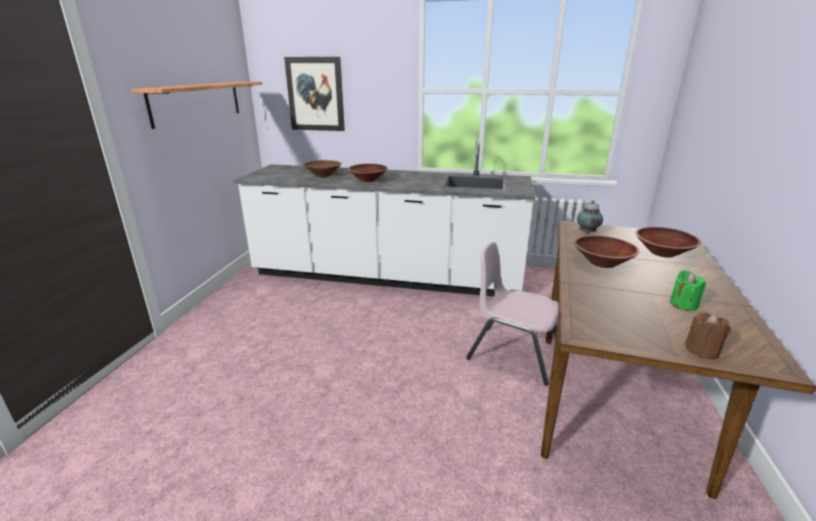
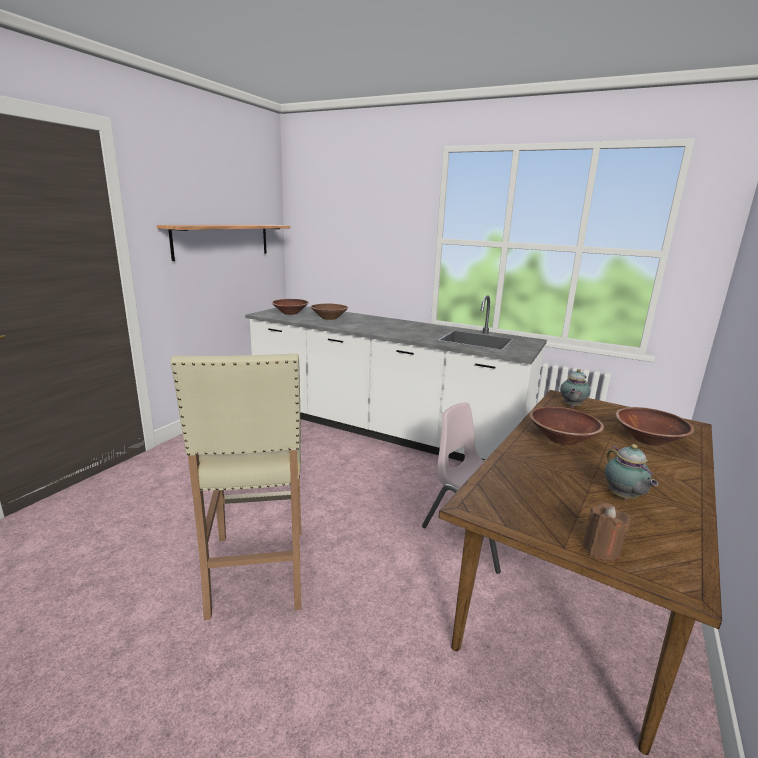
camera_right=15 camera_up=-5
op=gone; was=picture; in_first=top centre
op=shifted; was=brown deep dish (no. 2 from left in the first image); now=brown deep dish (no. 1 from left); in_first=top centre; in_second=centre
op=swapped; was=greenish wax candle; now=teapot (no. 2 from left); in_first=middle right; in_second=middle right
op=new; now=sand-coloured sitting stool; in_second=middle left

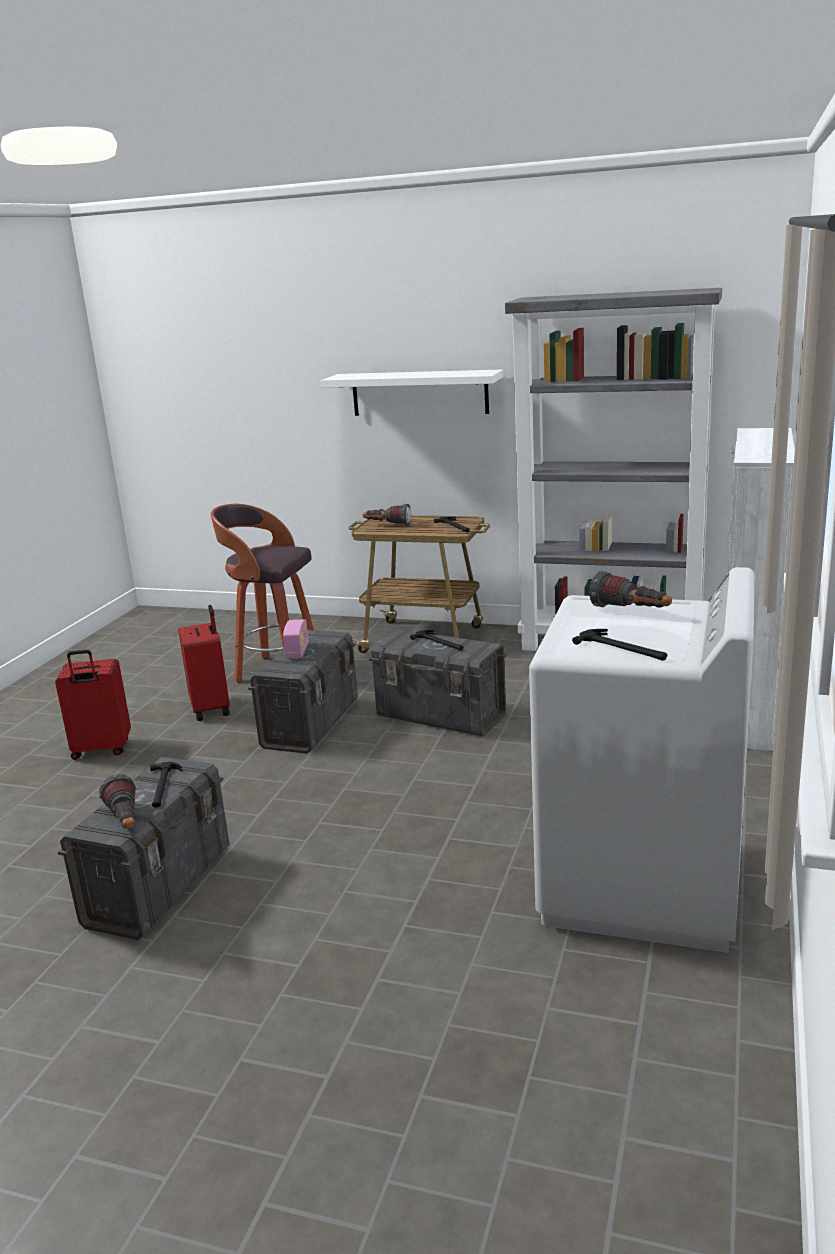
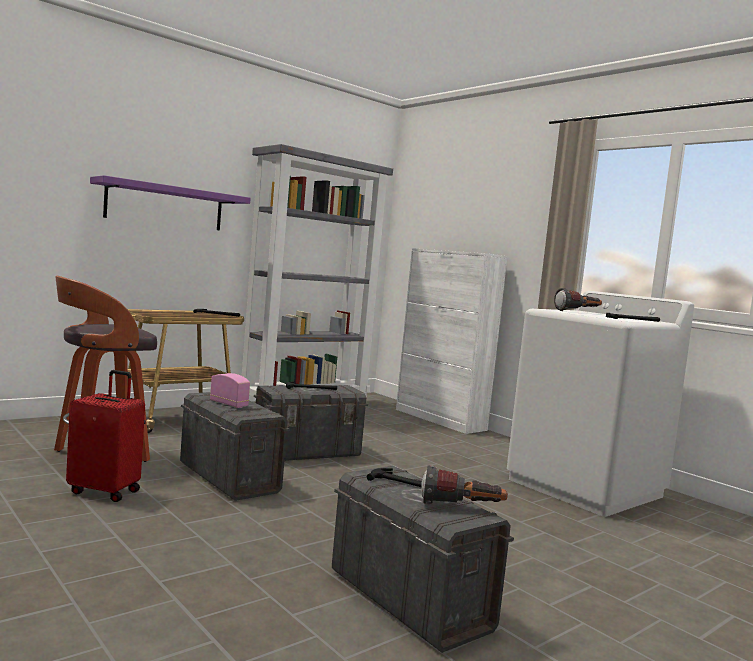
camera_right=-60 camera_up=-15
op=gone; was=reddish suitcase (no. 1 from left); in_first=middle left
op=repainted; was=white shelf; now=purple shelf; in_first=top centre; in_second=top left
op=gone; was=flashlight (no. 2 from left); in_first=centre

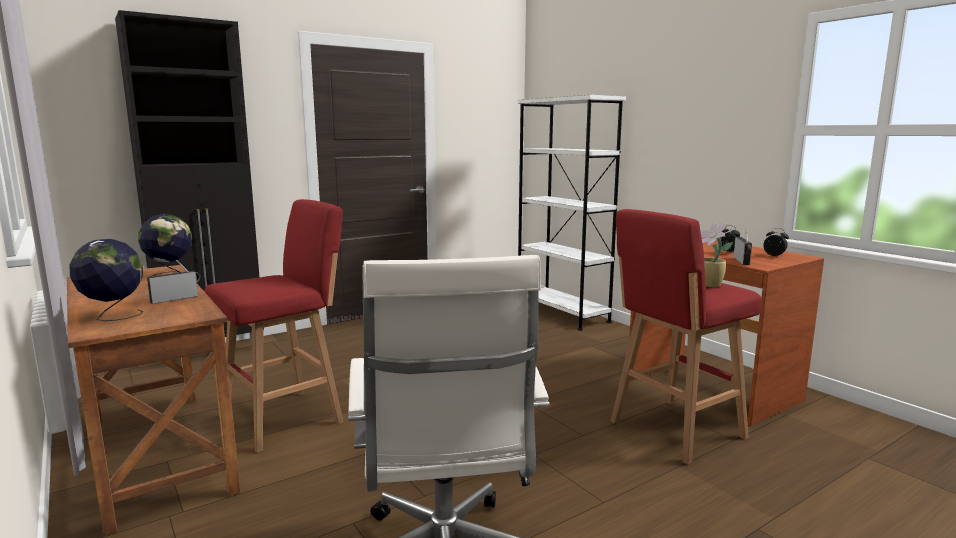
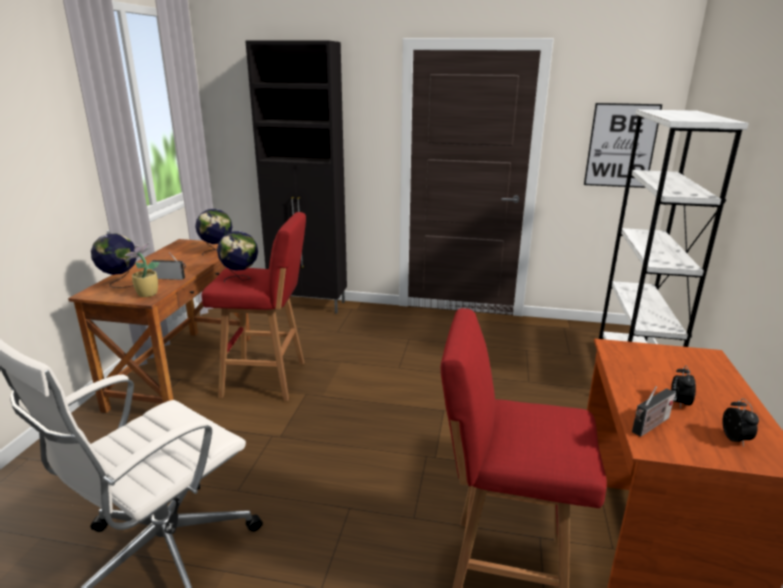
camera_right=45 camera_up=10
op=shifted; was=plant in a pot; in_first=middle right; in_second=middle left
op=new; now=globe (no. 3 from left); in_second=middle left
op=new; now=picture; in_second=top right

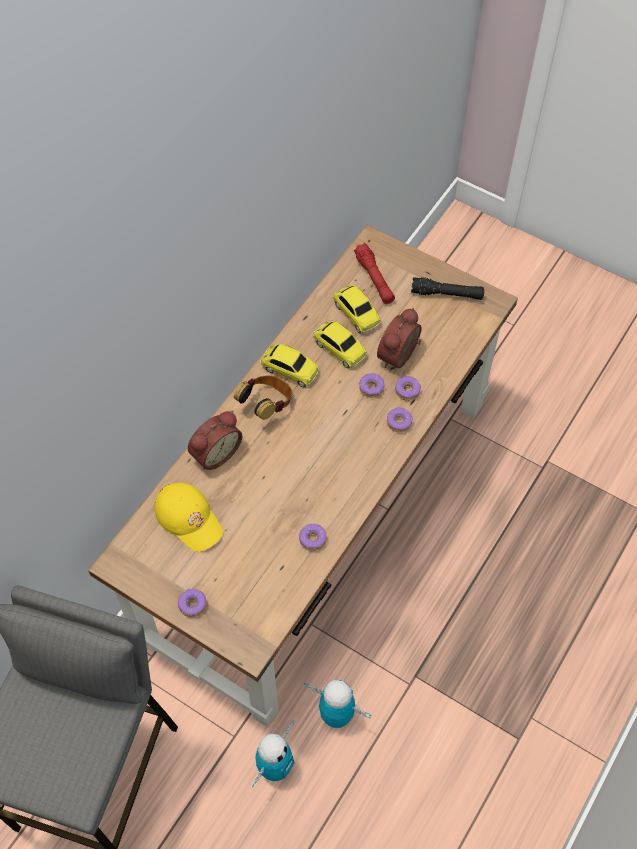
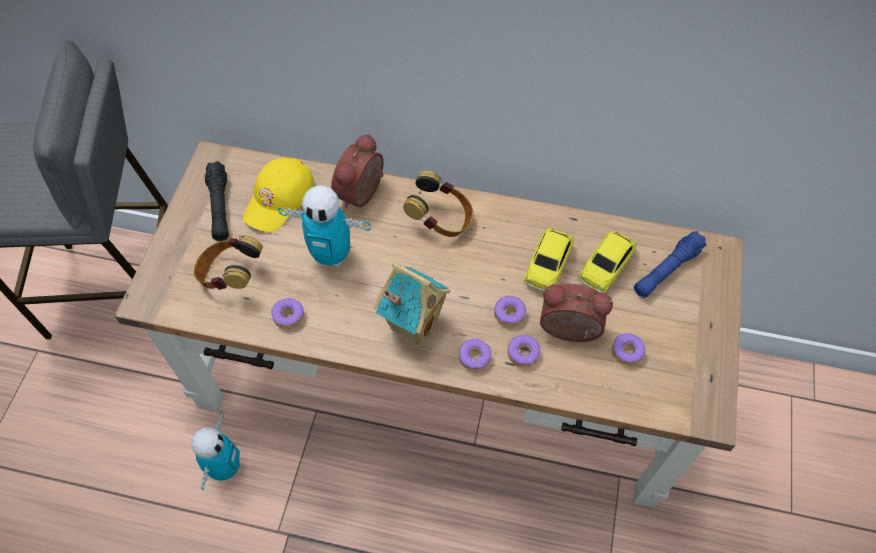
camera_right=70 camera_up=0
op=shifted; was=donut (no. 1 from left in the first image); now=donut (no. 5 from left); in_first=bottom left; in_second=middle right
op=rotated; was=bedside clock (no. 1 from left); in_first=centre; in_second=top centre; clockwise=90
op=shifted; was=robot figure (no. 1 from left in the first image); now=robot figure (no. 2 from left); in_first=bottom centre; in_second=centre
op=gone; was=toy car (no. 1 from left); in_first=centre
op=repainted; was=reddish flashlight; now=bluish flashlight; in_first=top centre; in_second=middle right
op=shifted; was=blackish flashlight; in_first=middle right; in_second=middle left
op=new; now=pair of headphones (no. 1 from left); in_second=middle left
op=new; now=toy house; in_second=centre

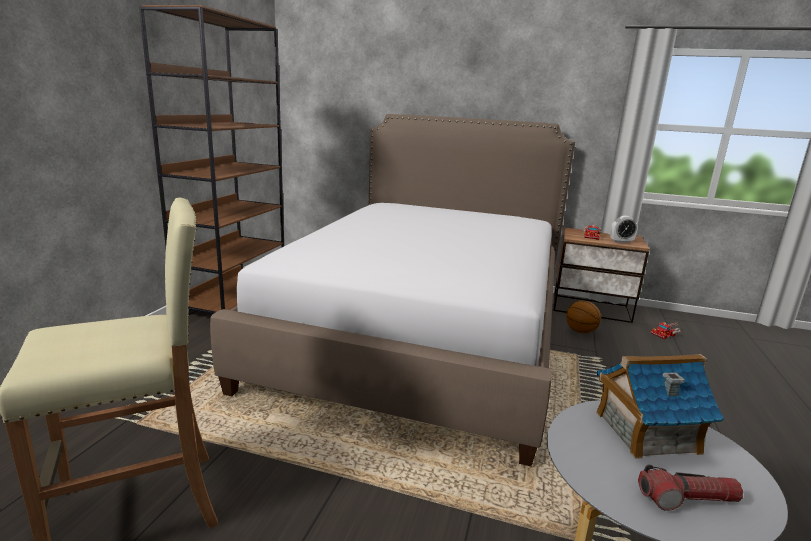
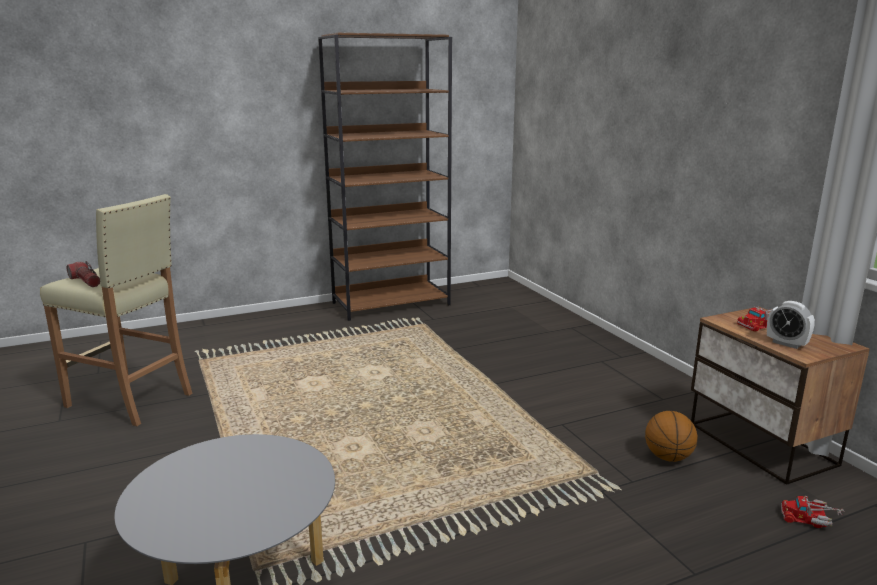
camera_right=50 camera_up=0
op=gone; was=sleeping bed; in_first=centre
op=gone; was=toy house; in_first=bottom right
op=shifted; was=flashlight; in_first=bottom right; in_second=middle left

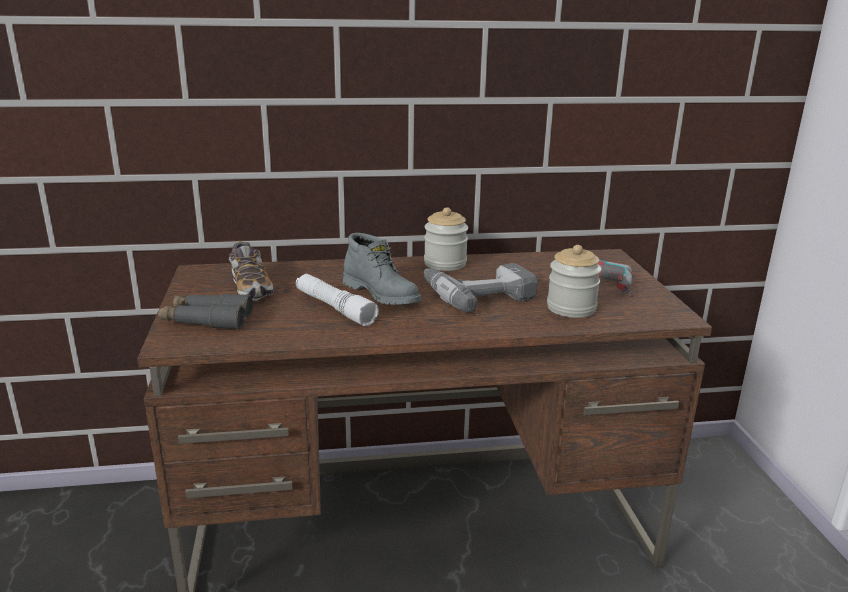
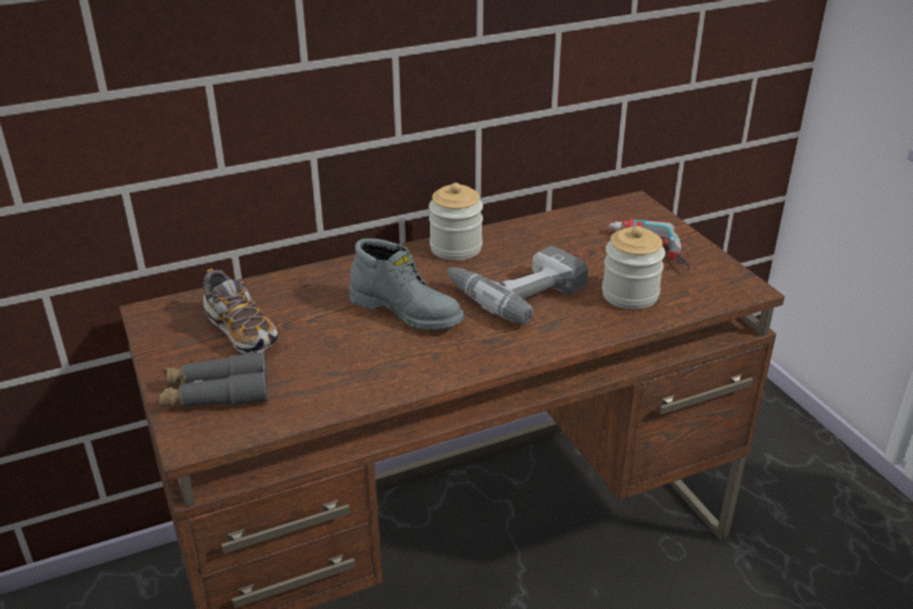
camera_right=-15 camera_up=10
op=gone; was=white flashlight; in_first=centre

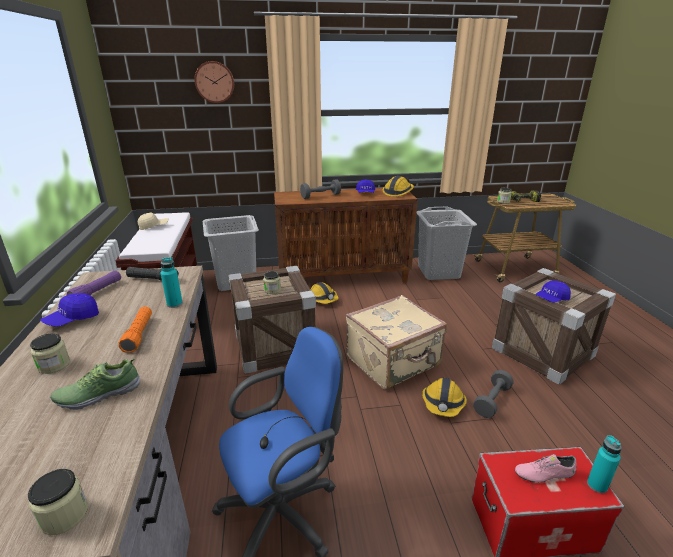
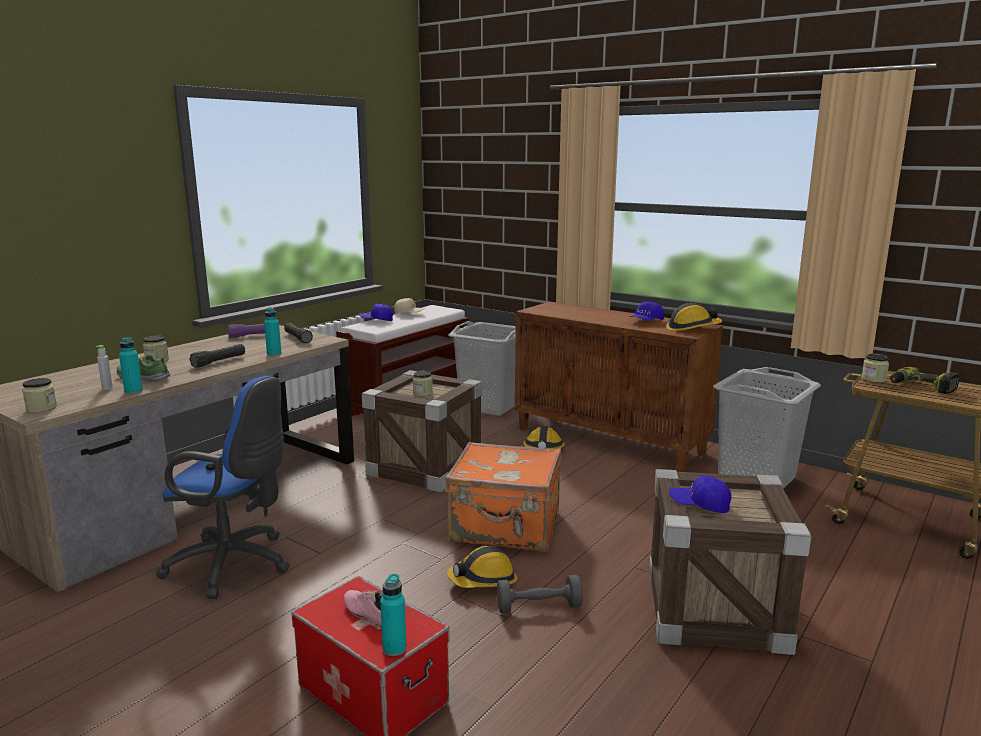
camera_right=45 camera_up=-10
op=shifted; was=bluish cap (no. 1 from left); in_first=middle left; in_second=centre
op=repainted; was=orange flashlight; now=blackish flashlight (no. 1 from left); in_first=middle left; in_second=middle left
op=gone; was=wall clock; in_first=top left
op=gone; was=greyish hand weight (no. 1 from left); in_first=centre
op=repainted; was=sand-coloured suitcase; now=orange suitcase; in_first=centre; in_second=bottom centre
op=new; now=greyish drink bottle; in_second=middle left
op=new; now=turquoise drink bottle (no. 1 from left); in_second=middle left

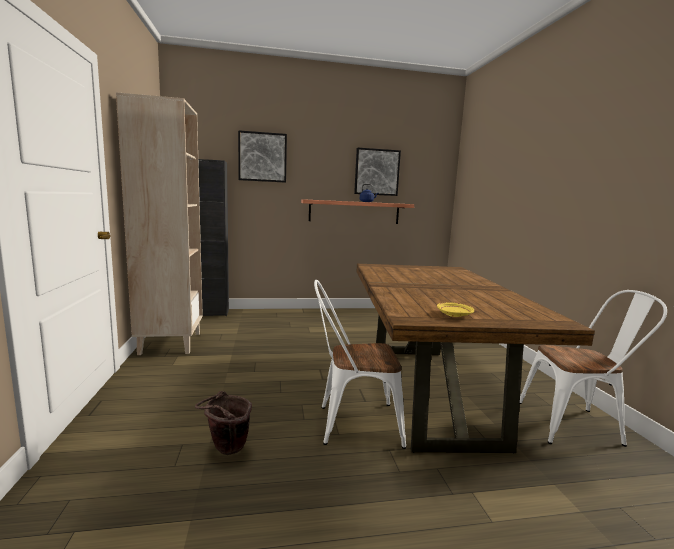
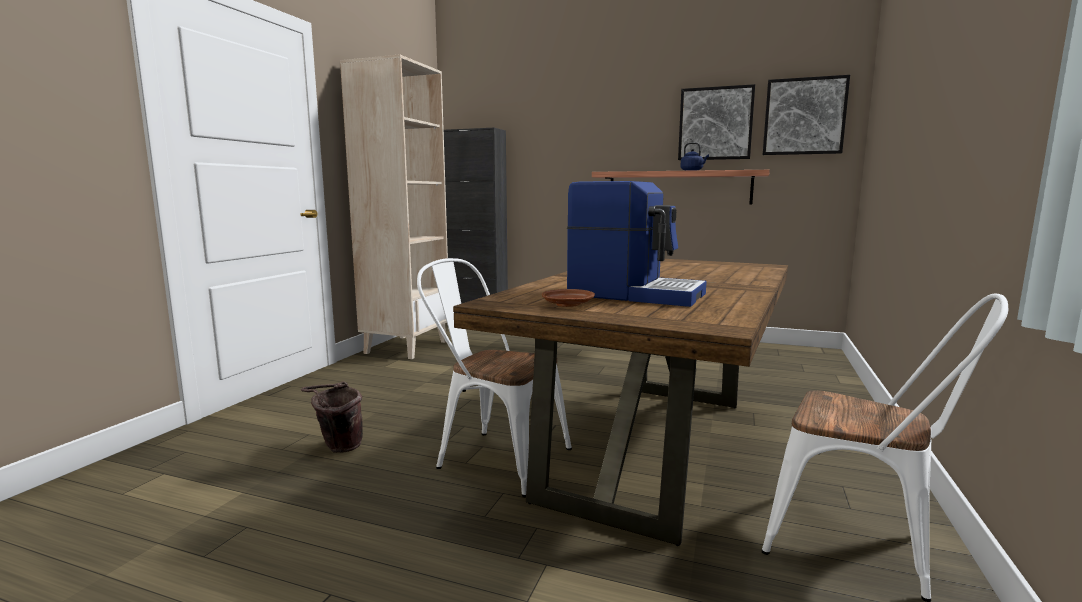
camera_right=30 camera_up=0
op=shifted; was=picture (no. 1 from left in the first image); now=picture (no. 2 from left); in_first=top centre; in_second=top right
op=repainted; was=yellow plate; now=brown plate; in_first=middle right; in_second=centre
op=new; now=coffee brewer; in_second=centre

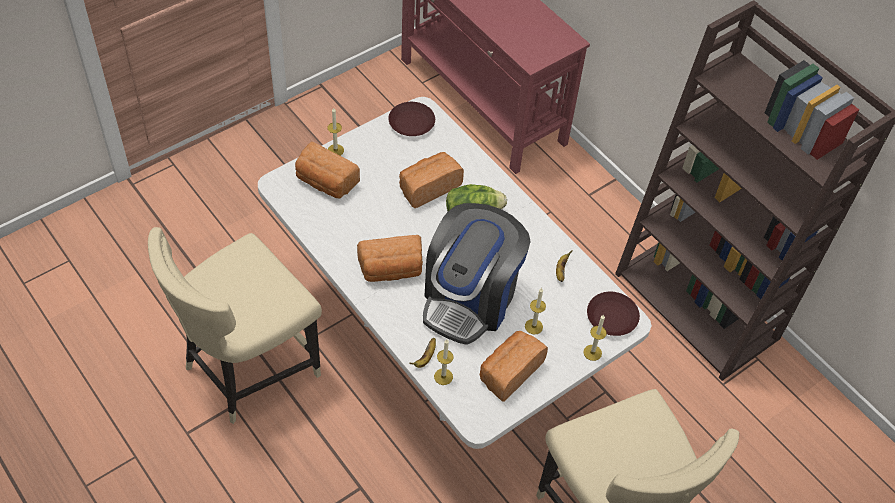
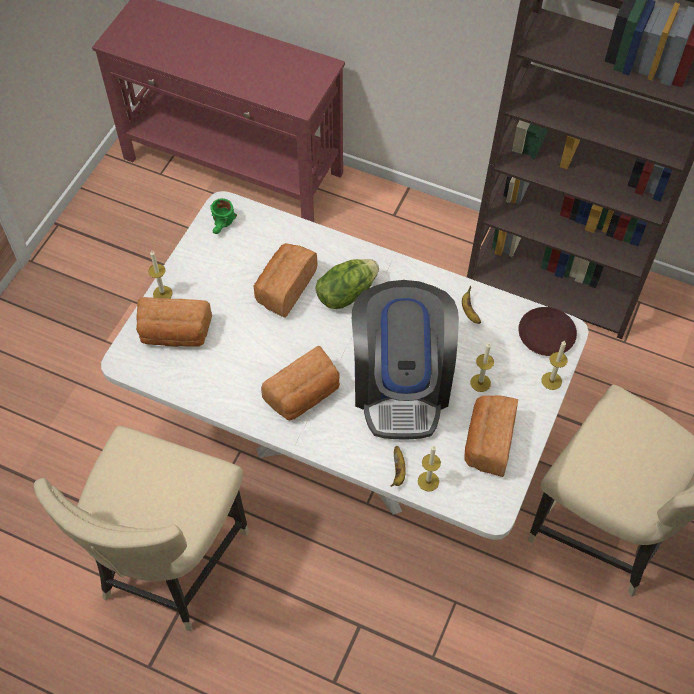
camera_right=-25 camera_up=5
op=swapped; was=brown plate (no. 1 from left); now=greenish coffee mug; in_first=top centre; in_second=top left

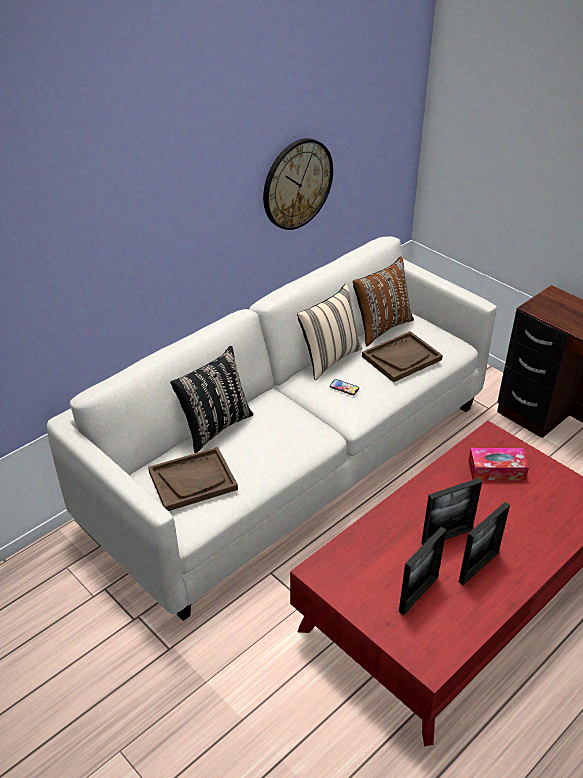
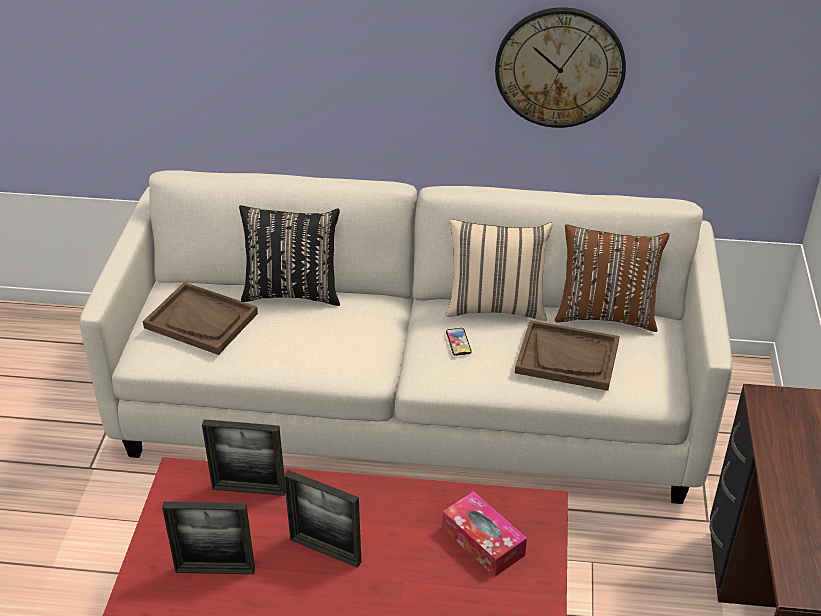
camera_right=50 camera_up=0
op=shifted; was=standing frame (no. 3 from left in the first image); now=standing frame (no. 2 from left); in_first=bottom right; in_second=bottom left

